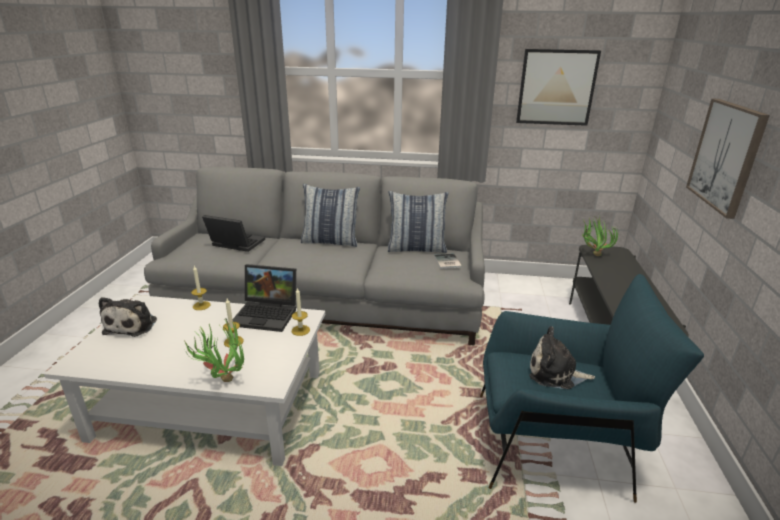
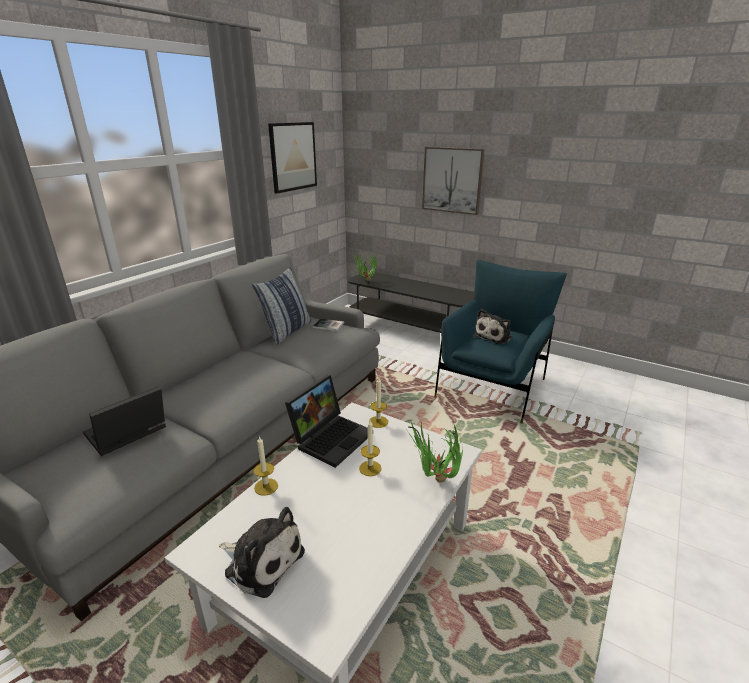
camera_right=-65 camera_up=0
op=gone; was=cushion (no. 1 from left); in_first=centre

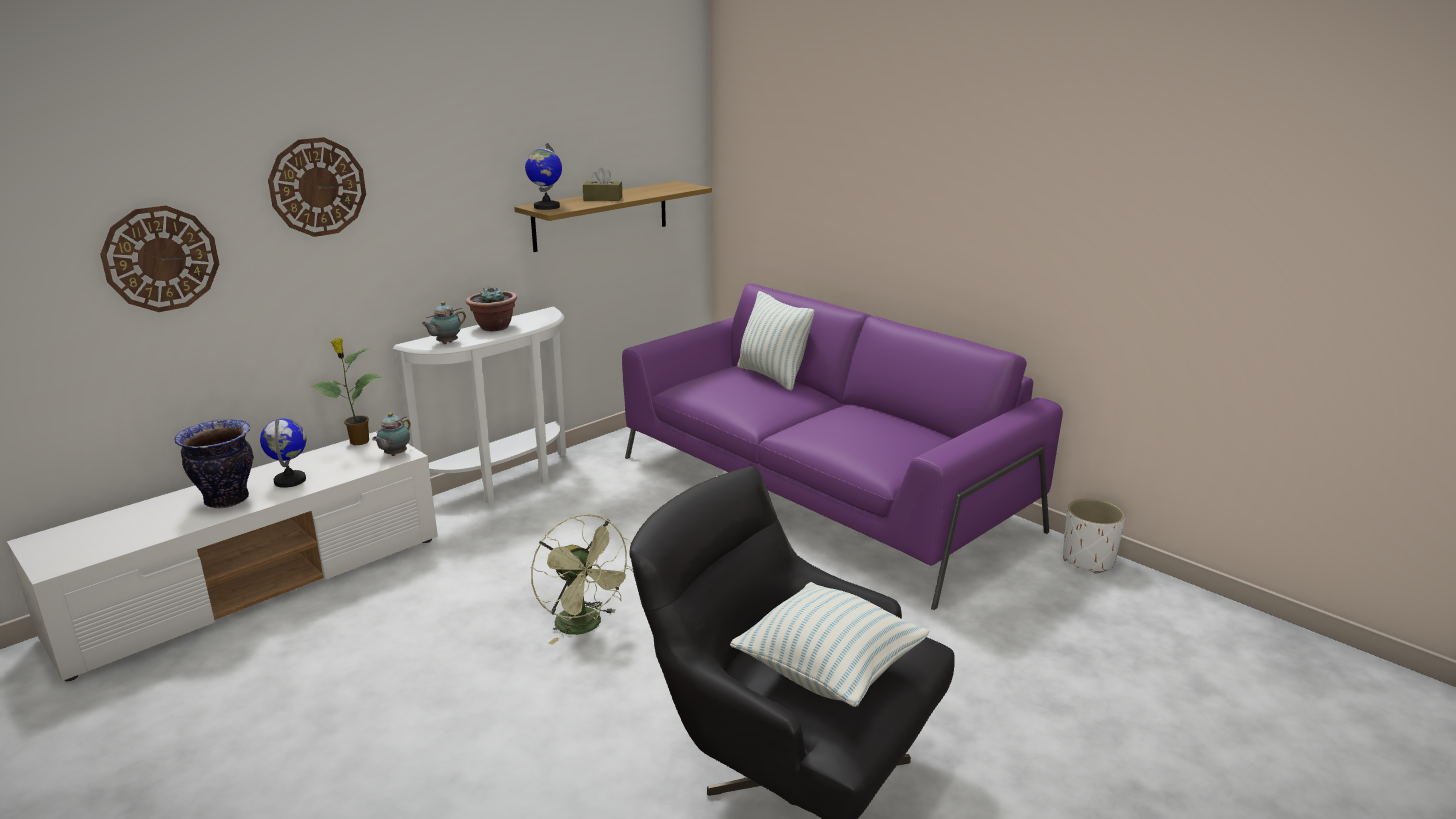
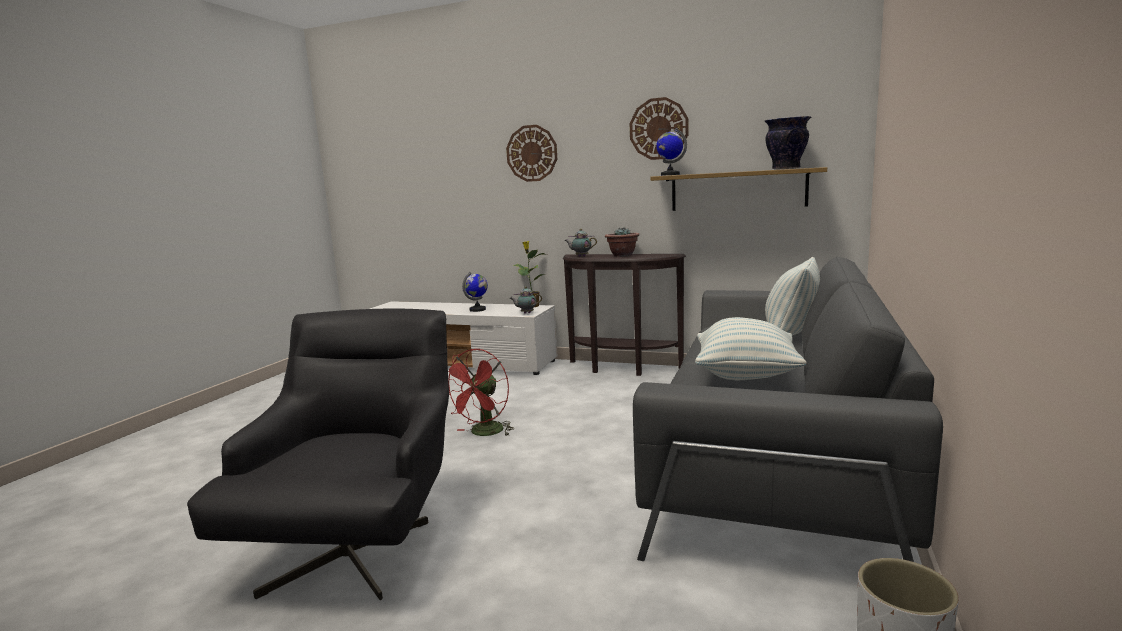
camera_right=65 camera_up=-10
op=shifted; was=wall clock (no. 1 from left in the first image); now=wall clock (no. 2 from left); in_first=top left; in_second=top centre
op=shifted; was=vase; in_first=middle left; in_second=top right
op=repainted; was=white console table; now=brown console table; in_first=middle left; in_second=centre
op=repainted; was=greenish fan; now=reddish fan; in_first=bottom centre; in_second=centre
op=gone; was=brown tissue holder; in_first=top centre
op=repainted; was=purple couch; now=greyish couch; in_first=centre; in_second=middle right
op=shifted; was=cushion (no. 2 from left in the first image); now=cushion (no. 1 from left); in_first=bottom centre; in_second=middle right

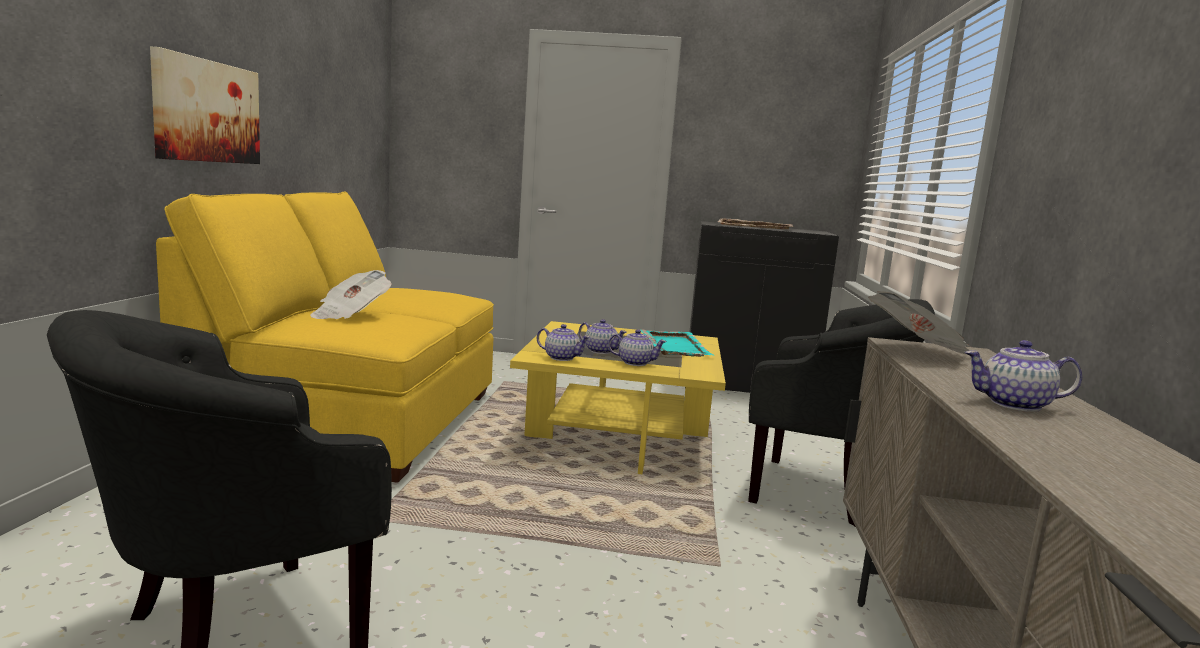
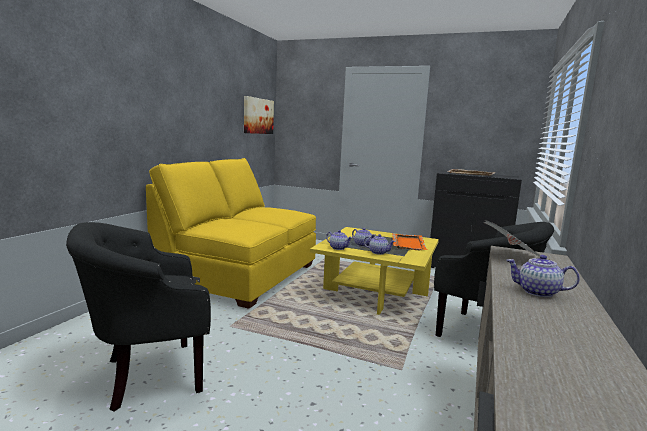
camera_right=15 camera_up=0
op=shifted; was=picture; in_first=top left; in_second=top centre
op=gone; was=printed paper (no. 1 from left); in_first=middle left
op=repainted; was=turquoise serving tray; now=orange serving tray; in_first=centre; in_second=centre

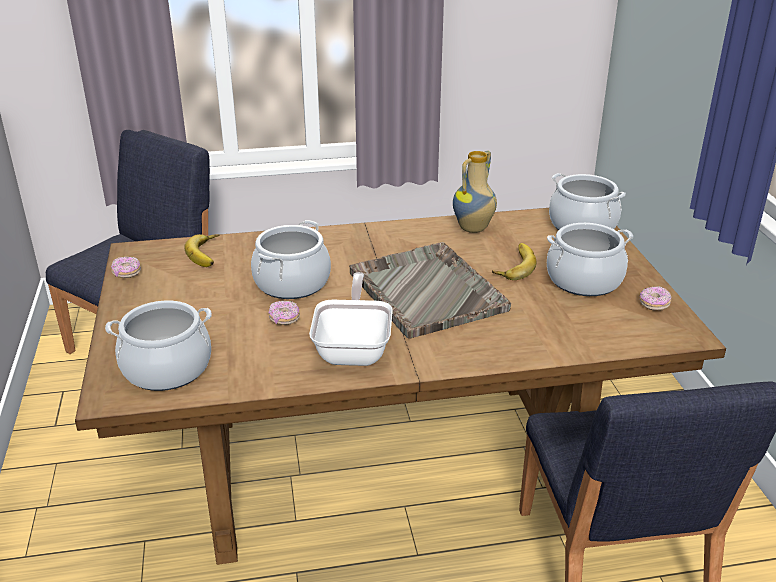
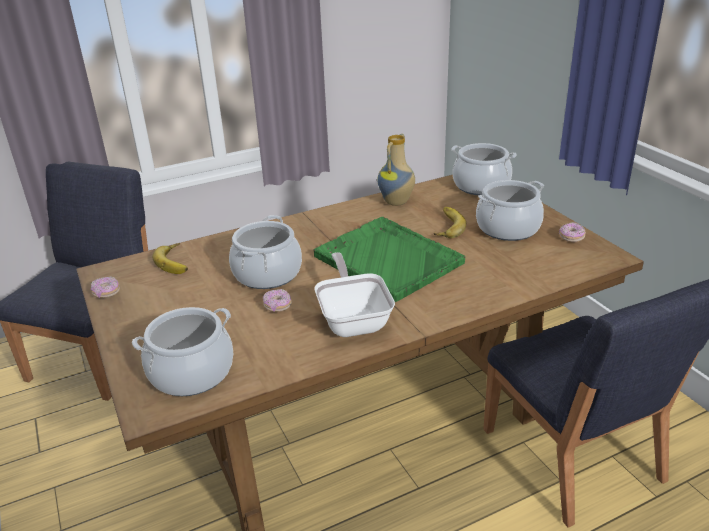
camera_right=-15 camera_up=0
op=repainted; was=greyish serving tray; now=greenish serving tray; in_first=centre; in_second=centre

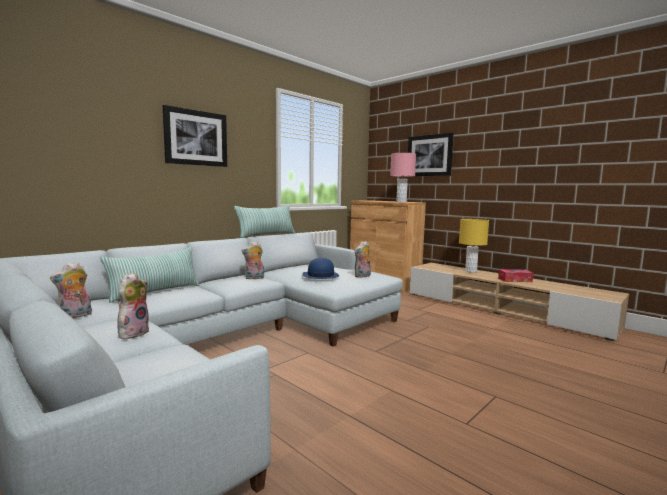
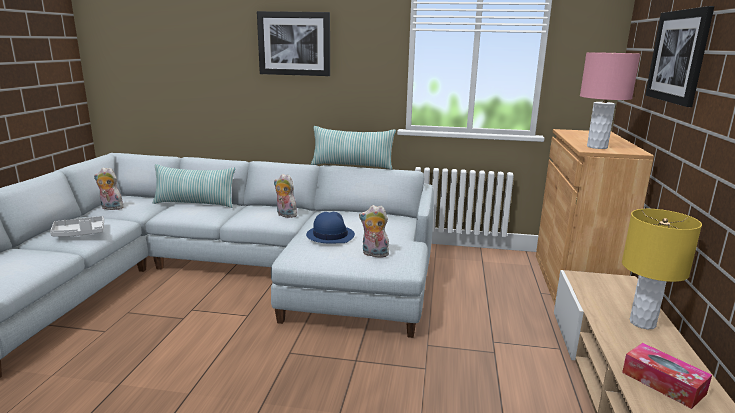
camera_right=55 camera_up=10
op=swapped; was=soft toy (no. 2 from left); now=greyish serving tray; in_first=middle left; in_second=middle left

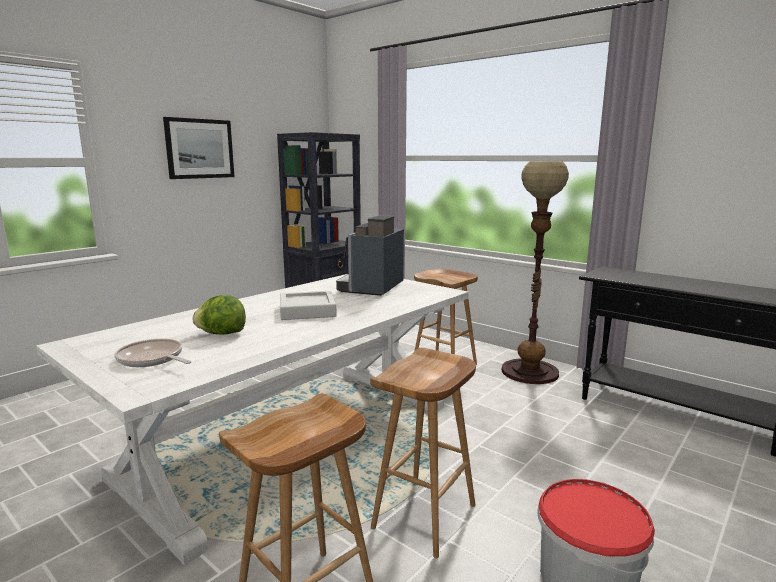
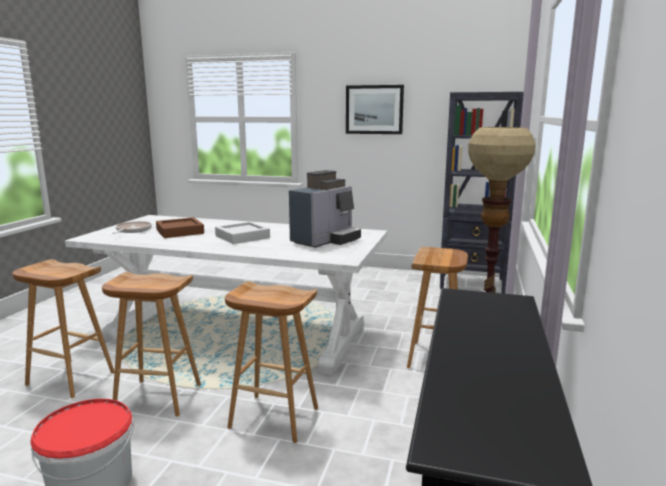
camera_right=65 camera_up=0
op=swapped; was=lettuce; now=brown serving tray; in_first=middle left; in_second=middle left
op=rotated; was=coffee brewer; in_first=centre; in_second=centre; clockwise=135
op=new; now=brown sitting stool (no. 3 from left); in_second=bottom centre

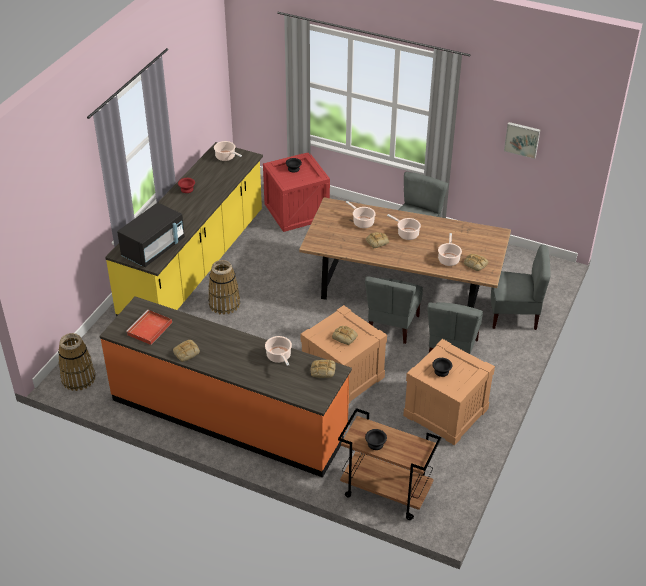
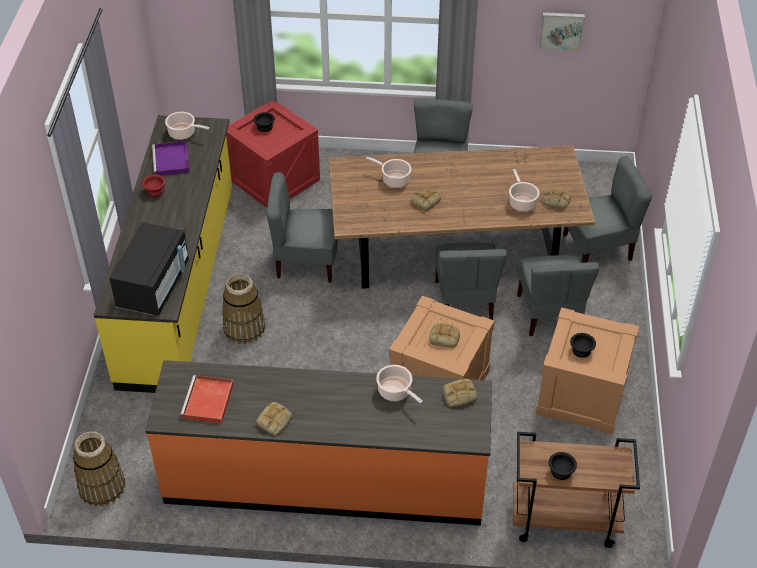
camera_right=-20 camera_up=5
op=gone; was=saucepot (no. 4 from left); in_first=centre
op=new; now=purple serving tray; in_second=top left
op=new; now=greyish upright chair (no. 1 from left); in_second=centre

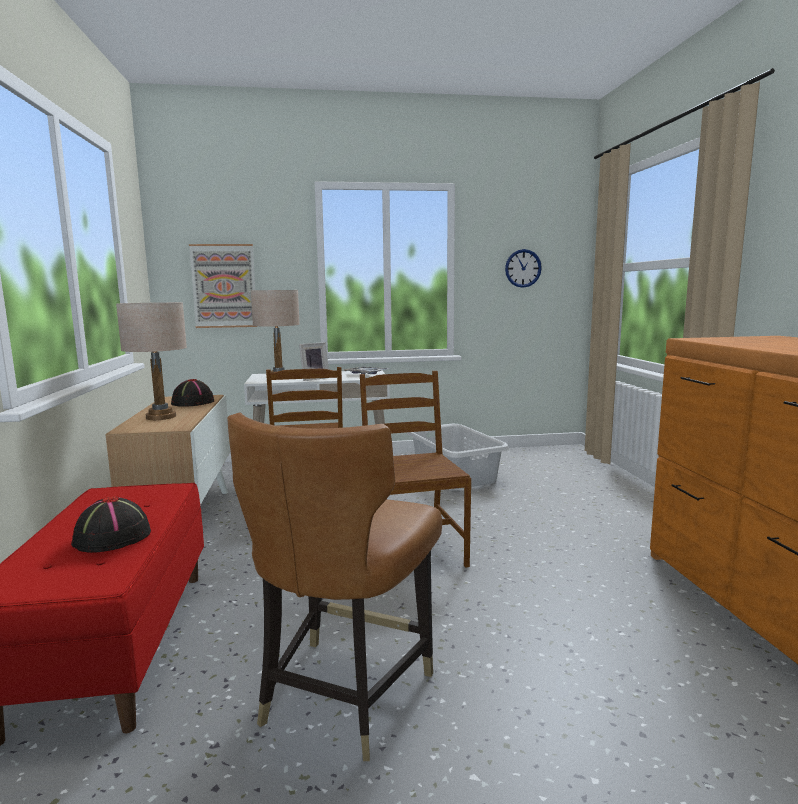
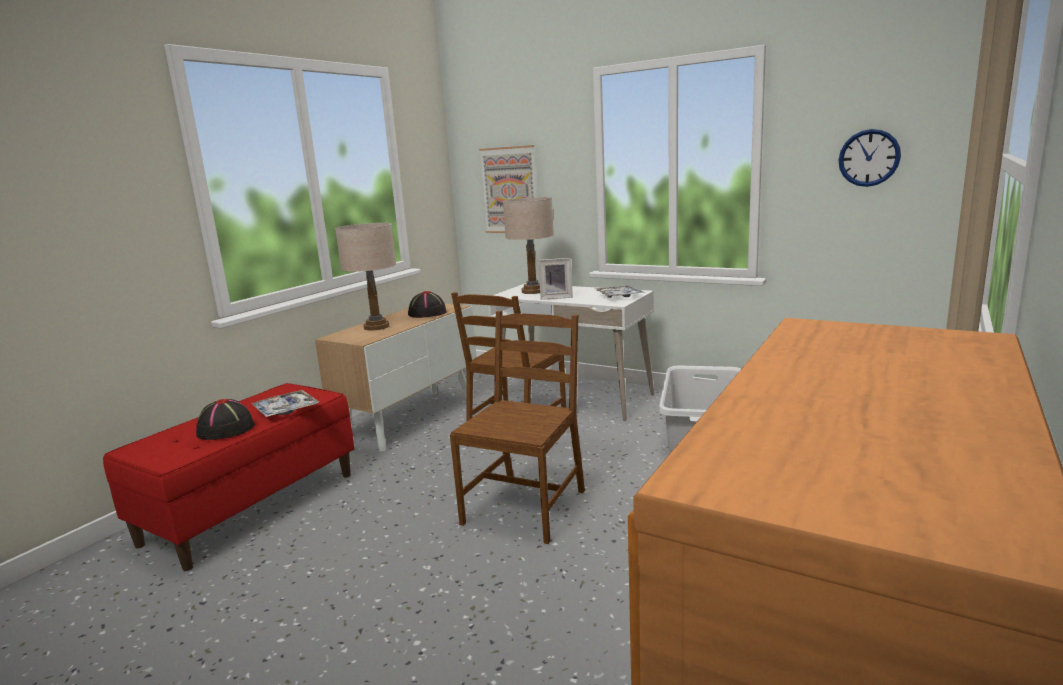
camera_right=40 camera_up=5
op=gone; was=brown upright chair (no. 2 from left); in_first=bottom centre
op=new; now=serving tray (no. 1 from left); in_second=middle left

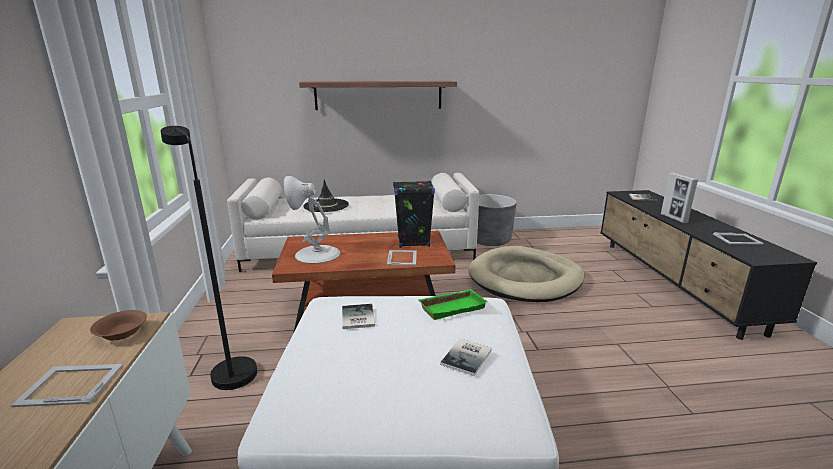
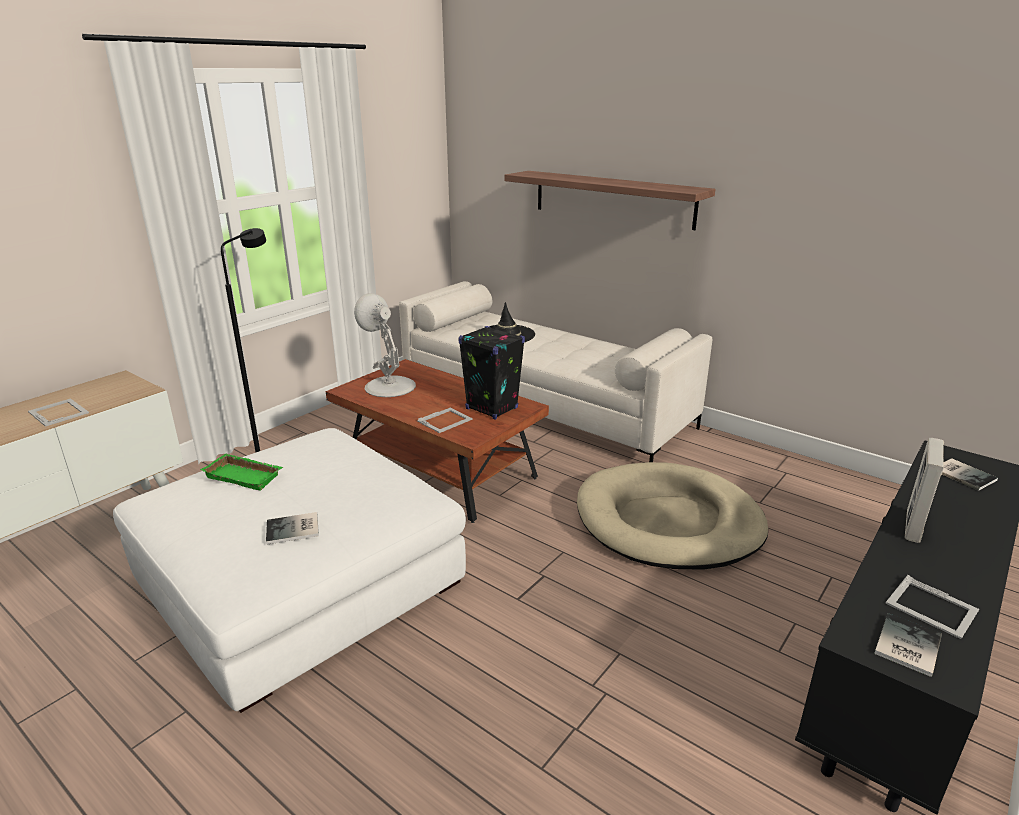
camera_right=45 camera_up=5
op=gone; was=brown deep dish; in_first=bottom left
op=shifted; was=bound book (no. 1 from left in the first image); now=bound book (no. 2 from left); in_first=bottom centre; in_second=bottom right
op=shifted; was=greenish serving tray; in_first=centre; in_second=middle left
op=gone; was=greyish plant pot; in_first=centre

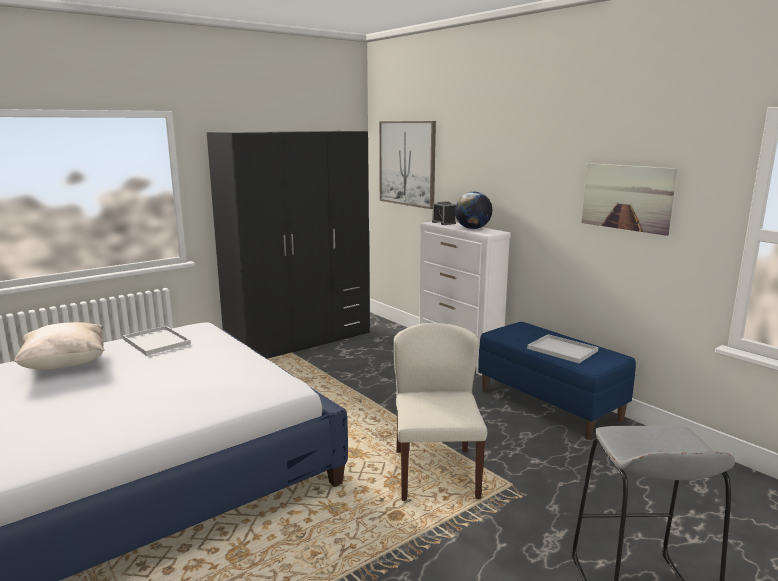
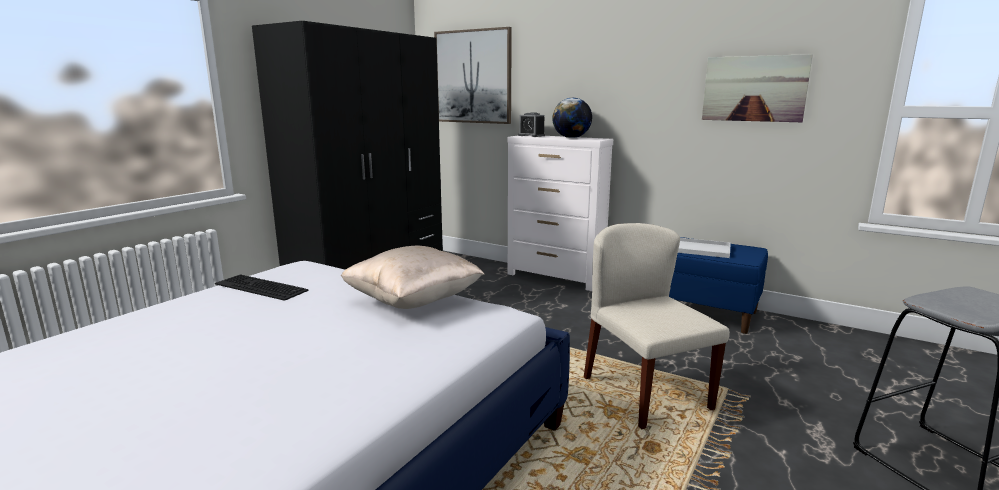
camera_right=-20 camera_up=0
op=shifted; was=sand-coloured cushion; in_first=middle left; in_second=centre
op=swapped; was=white serving tray (no. 1 from left); now=PC keyboard; in_first=middle left; in_second=middle left

